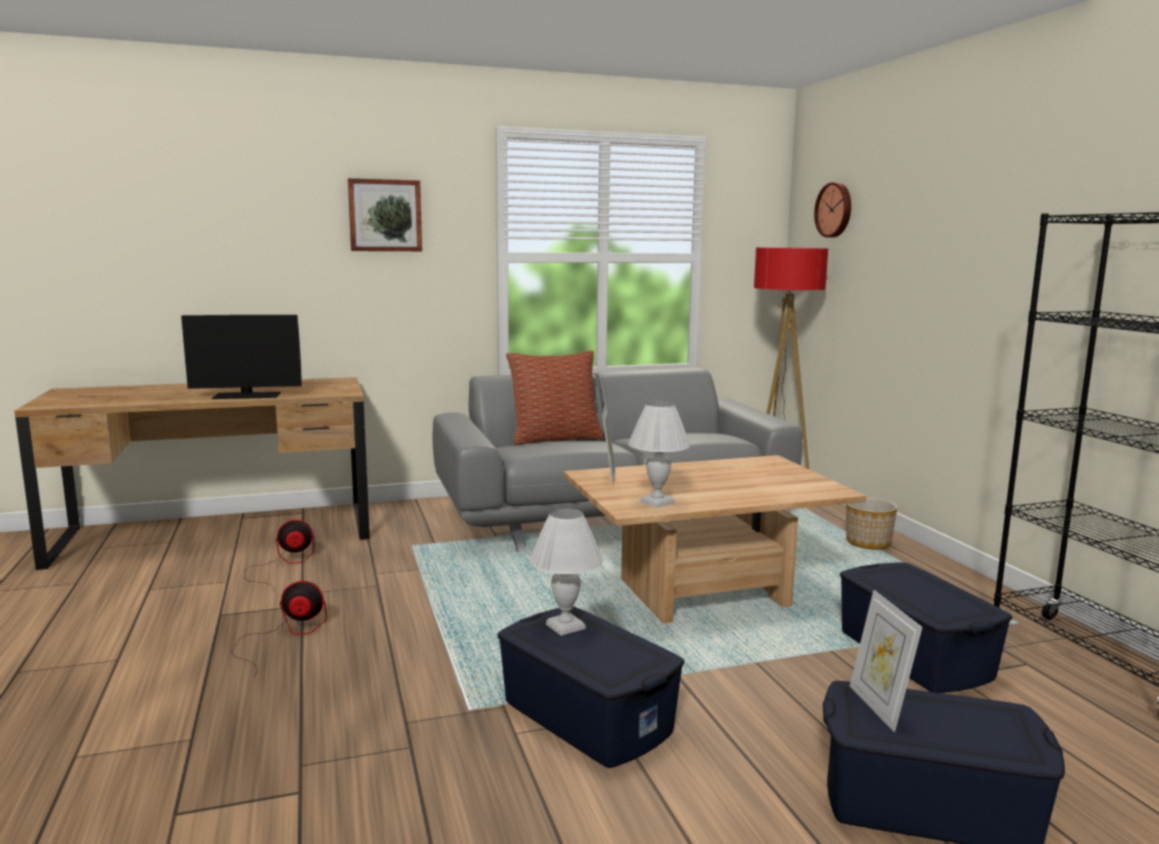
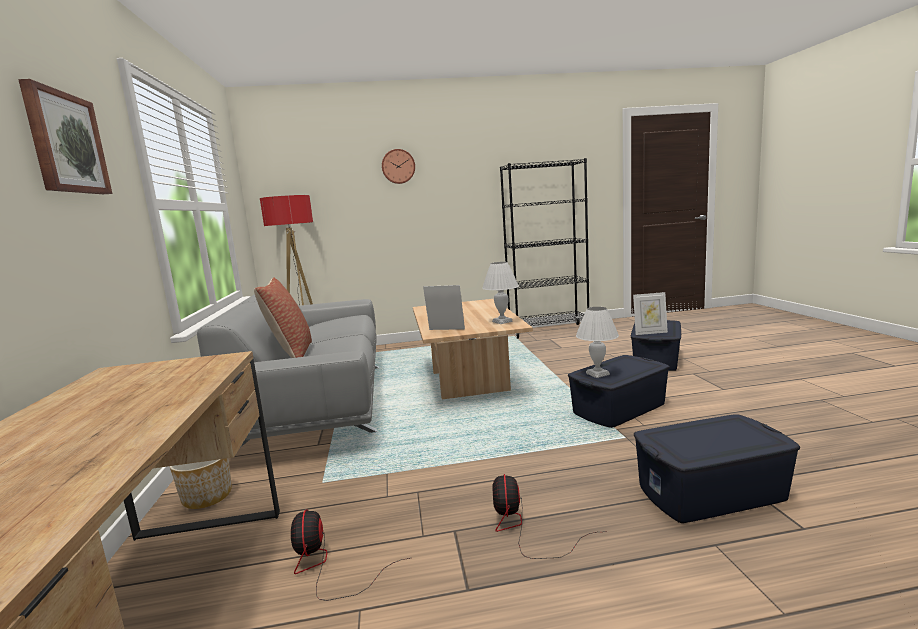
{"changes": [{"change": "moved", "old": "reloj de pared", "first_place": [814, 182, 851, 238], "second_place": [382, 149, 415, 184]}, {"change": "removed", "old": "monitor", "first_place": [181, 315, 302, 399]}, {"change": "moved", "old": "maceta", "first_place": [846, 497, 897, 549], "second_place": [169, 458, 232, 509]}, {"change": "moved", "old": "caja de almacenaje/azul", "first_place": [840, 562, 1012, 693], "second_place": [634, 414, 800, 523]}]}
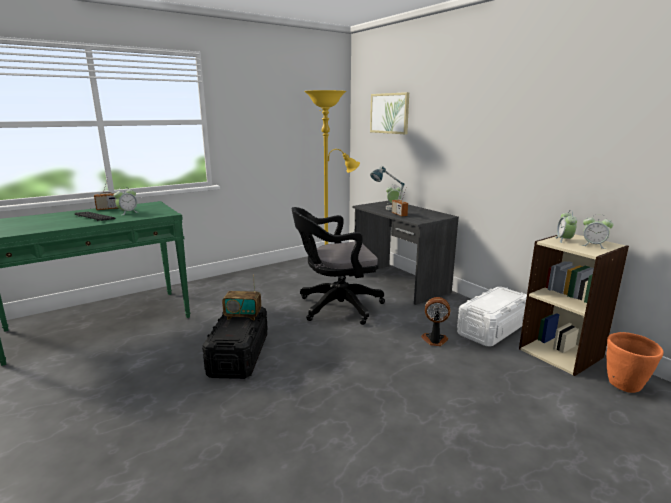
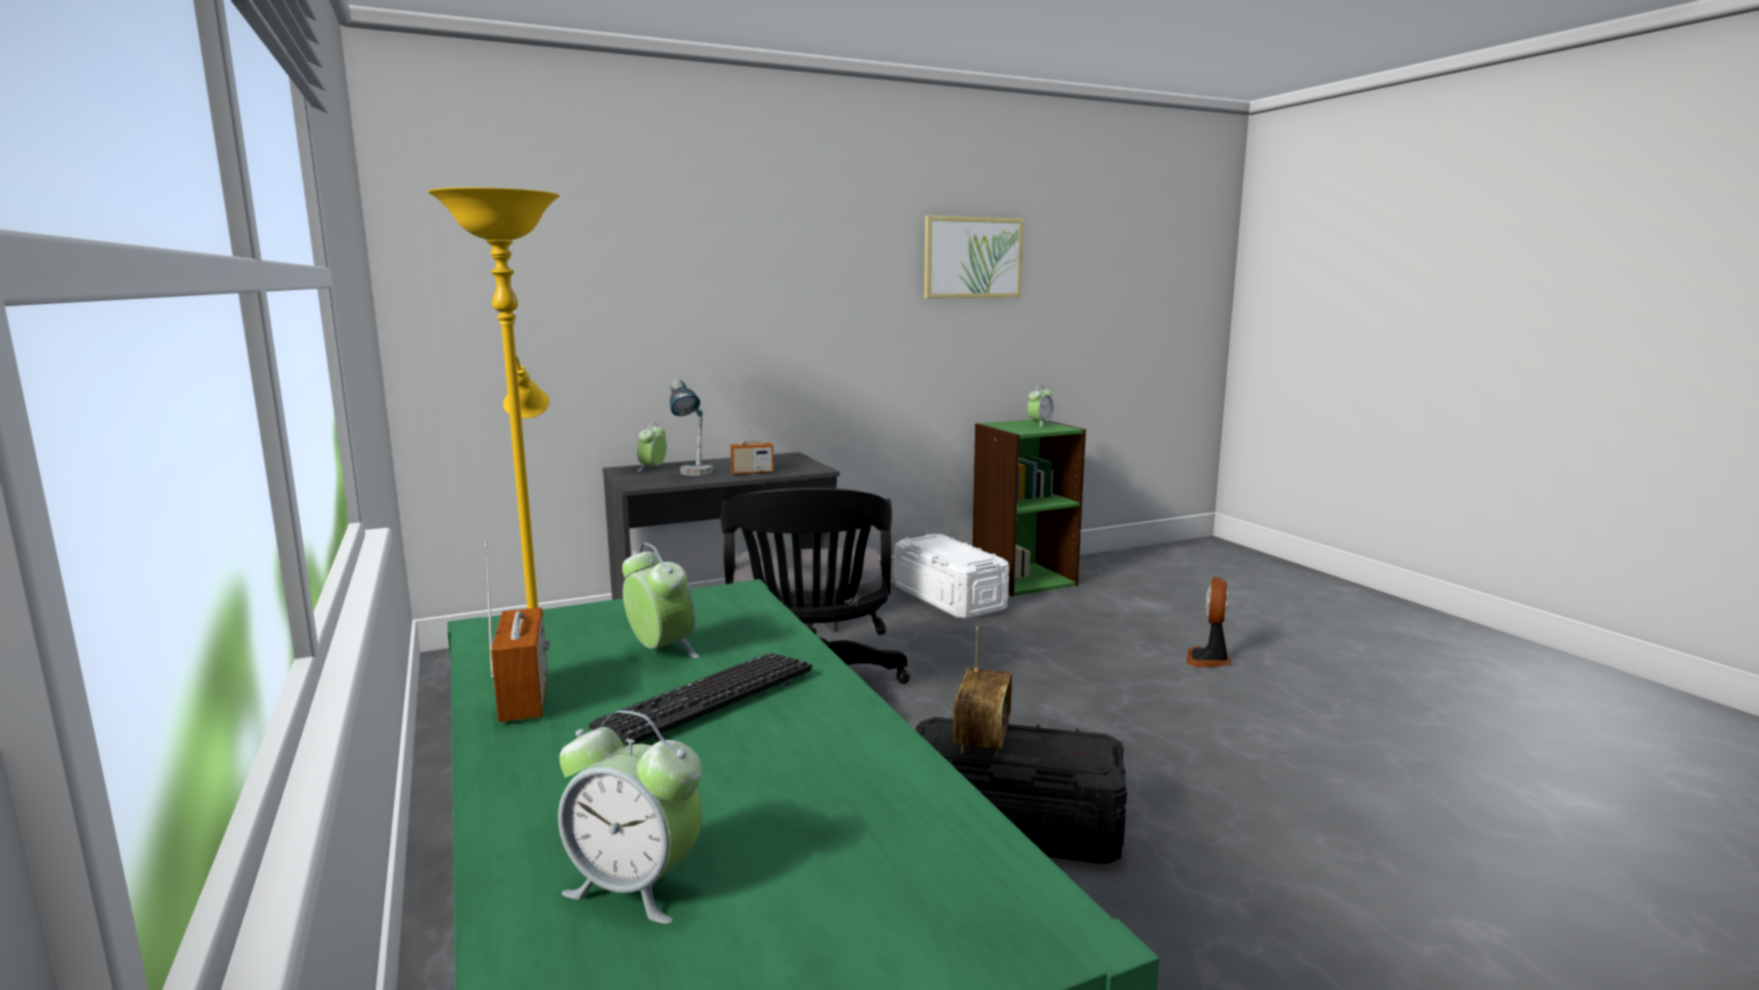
{"changes": [{"change": "moved", "old": "cuadro", "first_place": [370, 92, 409, 134], "second_place": [924, 216, 1023, 298]}, {"change": "moved", "old": "despertador", "first_place": [555, 210, 577, 243], "second_place": [558, 710, 702, 924]}, {"change": "recoloured", "old": "estantería/beis", "new": "estantería/verde", "first_place": [519, 234, 629, 376], "second_place": [972, 420, 1086, 596]}, {"change": "moved", "old": "ventilador", "first_place": [421, 297, 450, 346], "second_place": [1187, 577, 1231, 667]}, {"change": "removed", "old": "maceta/naranja", "first_place": [606, 332, 664, 393]}]}
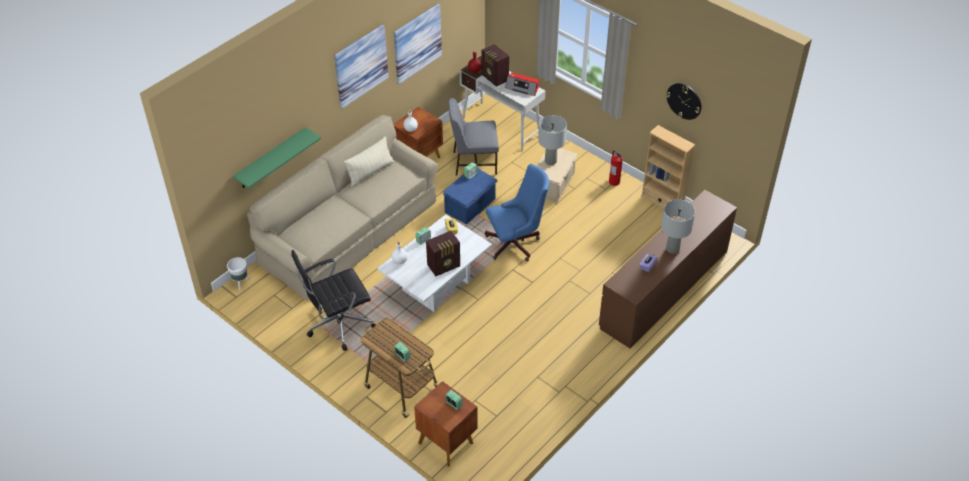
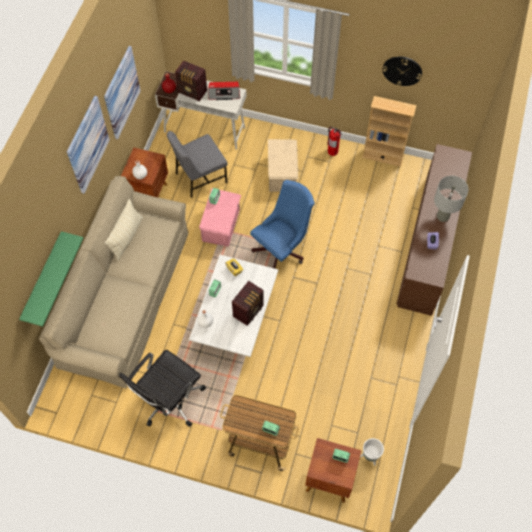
{"changes": [{"change": "removed", "old": "lámpara de mesa/gris", "first_place": [538, 115, 567, 165]}, {"change": "recoloured", "old": "caja de almacenaje/azul", "new": "caja de almacenaje/rosa", "first_place": [443, 169, 498, 224], "second_place": [199, 188, 241, 247]}, {"change": "moved", "old": "maceta/blanco", "first_place": [227, 257, 250, 291], "second_place": [360, 438, 384, 466]}]}
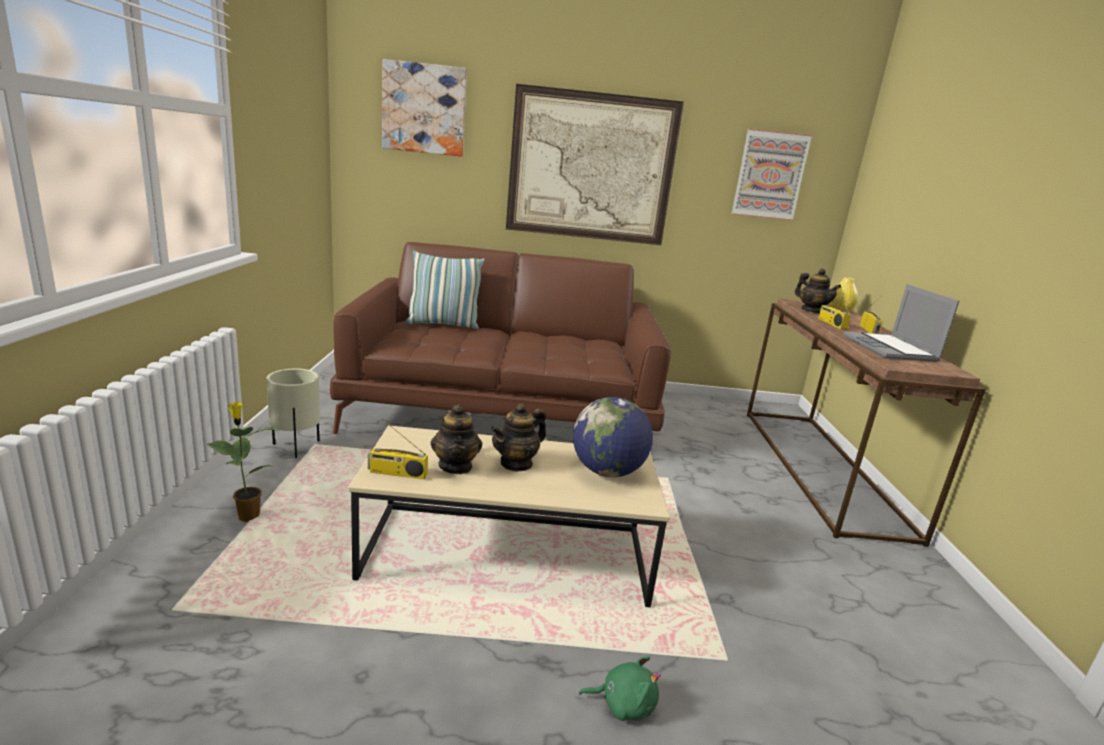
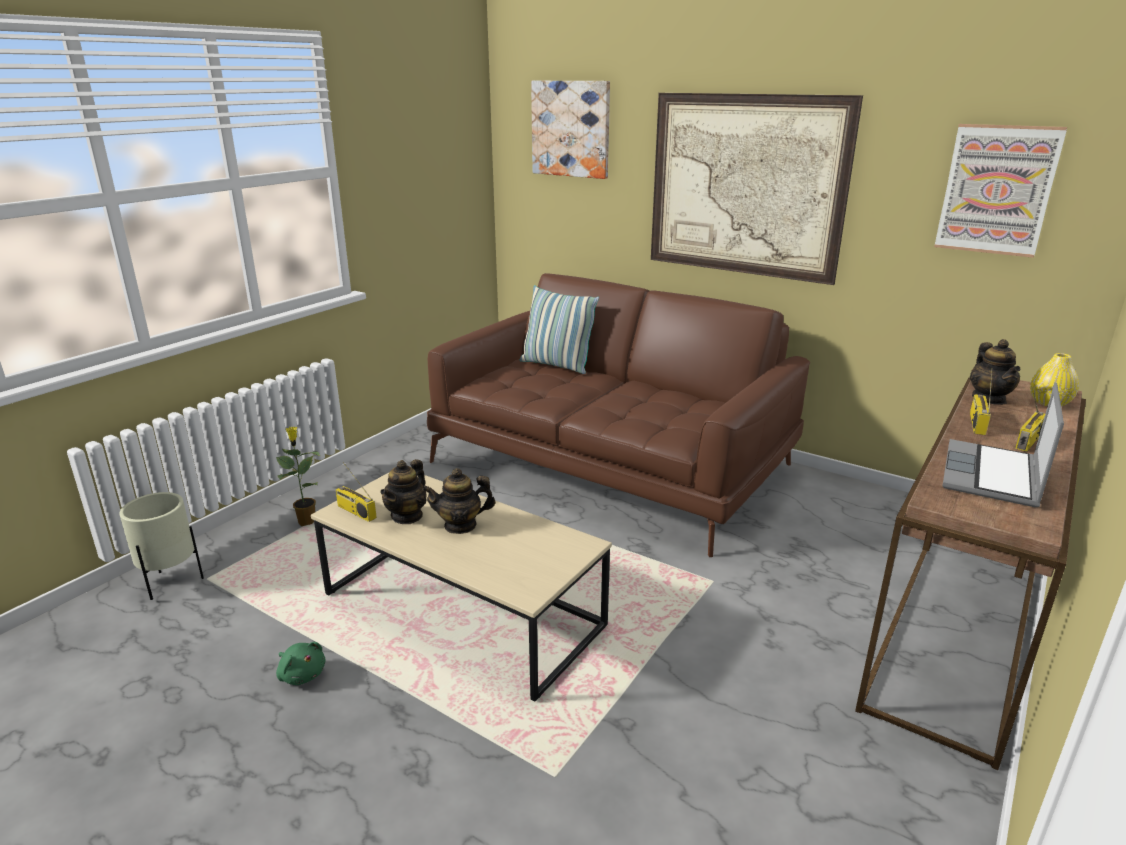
{"changes": [{"change": "moved", "old": "maceta/beis", "first_place": [266, 369, 320, 458], "second_place": [119, 492, 204, 600]}, {"change": "removed", "old": "globo terráqueo", "first_place": [573, 397, 653, 477]}, {"change": "moved", "old": "peluche/verde", "first_place": [579, 656, 661, 721], "second_place": [276, 642, 326, 685]}]}
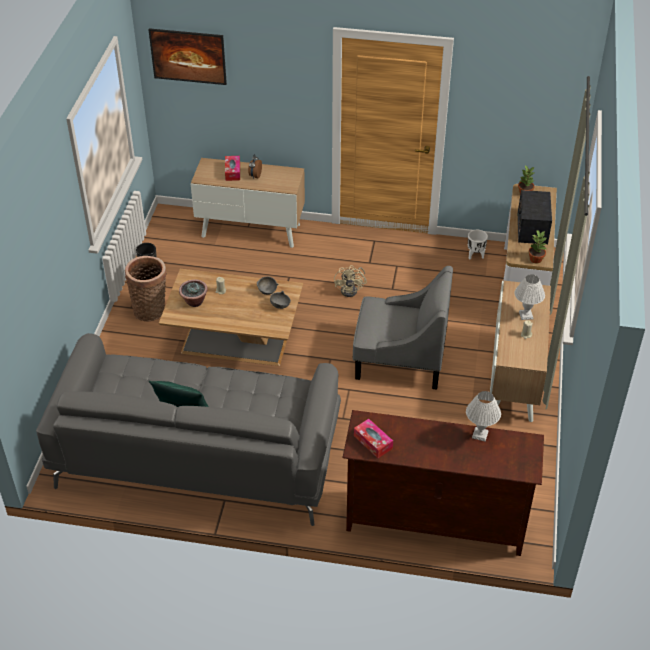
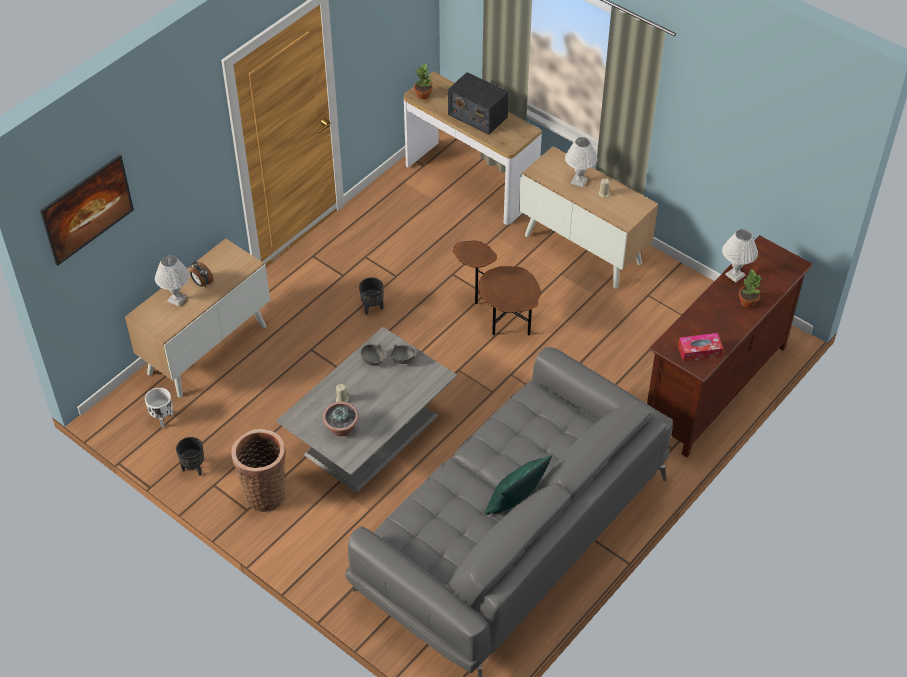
{"changes": [{"change": "replaced", "old": "caja de pañuelos", "new": "lámpara de mesa/blanco", "first_place": [225, 156, 240, 181], "second_place": [155, 255, 190, 306]}, {"change": "moved", "old": "maceta/blanco", "first_place": [468, 230, 488, 259], "second_place": [145, 388, 173, 428]}, {"change": "moved", "old": "planta en maceta", "first_place": [528, 230, 547, 264], "second_place": [739, 269, 762, 308]}, {"change": "replaced", "old": "ventilador/beis", "new": "maceta/negro", "first_place": [334, 265, 367, 297], "second_place": [359, 277, 384, 315]}, {"change": "replaced", "old": "sillón/gris", "new": "mesa auxiliar/marrón", "first_place": [352, 266, 453, 390], "second_place": [453, 241, 541, 335]}, {"change": "recoloured", "old": "mesa de centro/marrón", "new": "mesa de centro/gris", "first_place": [159, 269, 303, 366], "second_place": [276, 327, 457, 492]}]}
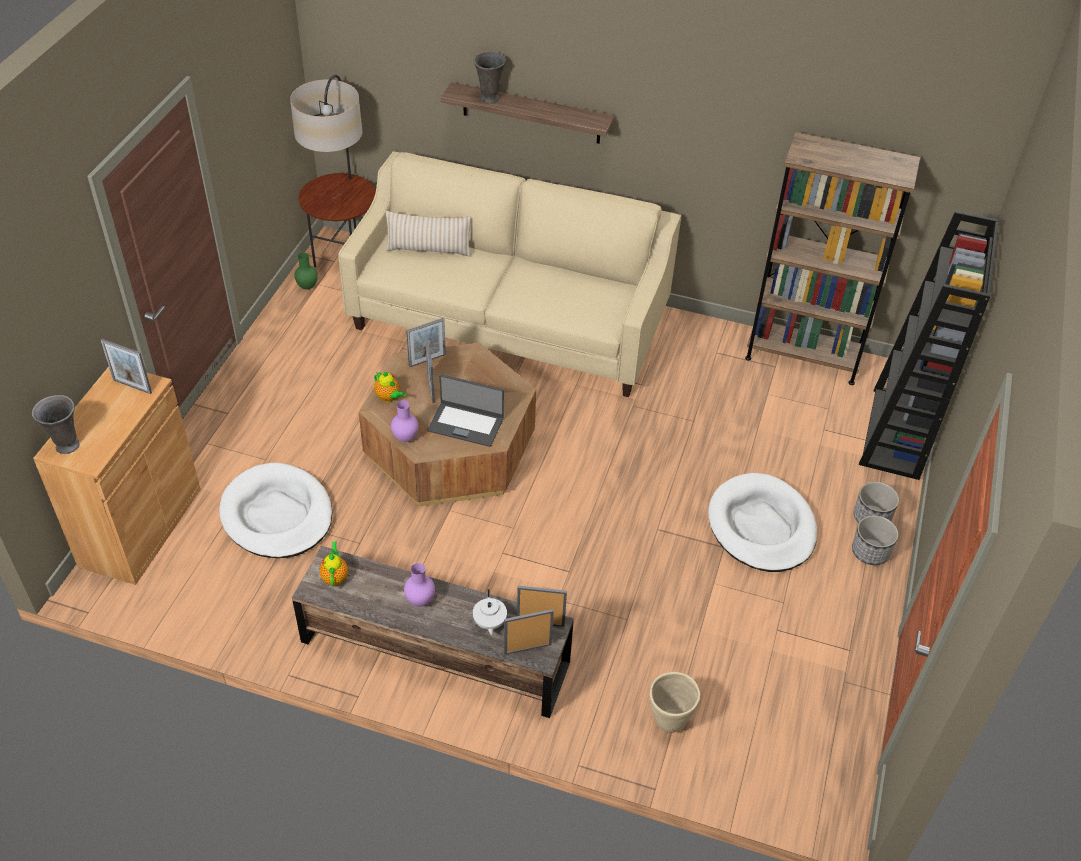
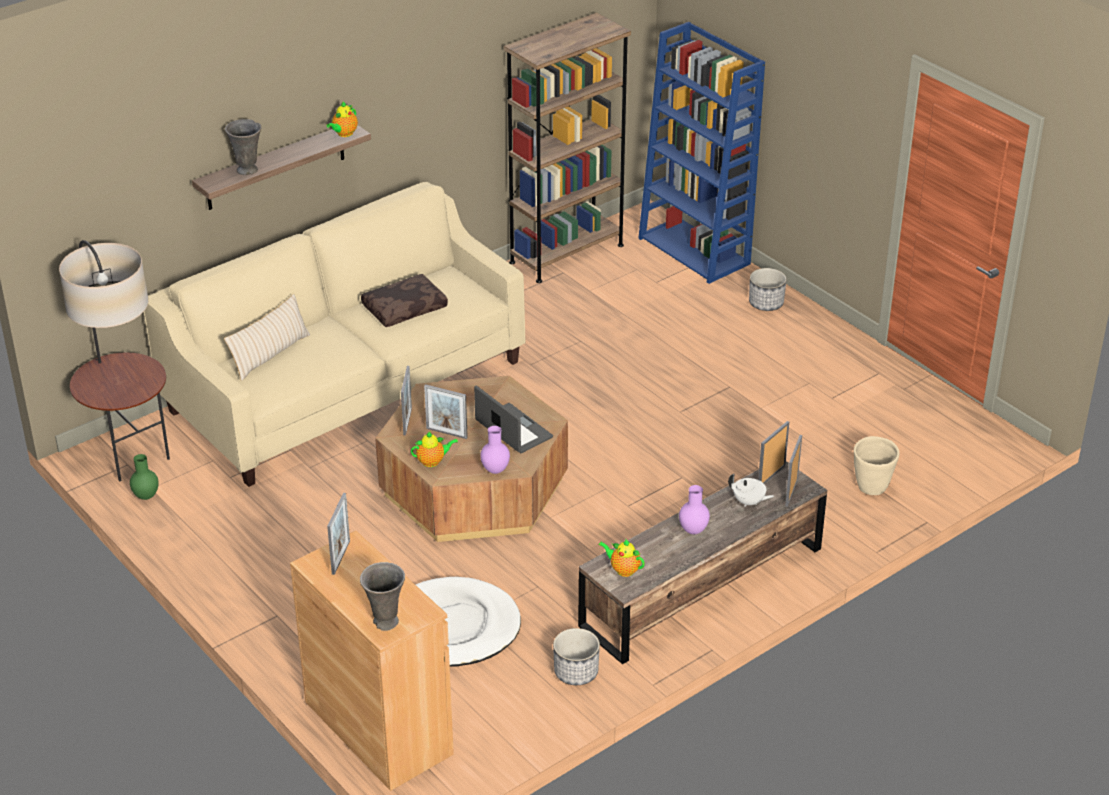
{"changes": [{"change": "recoloured", "old": "estantería/negro", "new": "estantería/azul", "first_place": [859, 211, 999, 480], "second_place": [638, 22, 765, 284]}, {"change": "turned", "old": "portarretratos", "first_place": [101, 339, 152, 394], "second_place": [327, 493, 350, 575], "degrees": -45}, {"change": "turned", "old": "portátil", "first_place": [427, 374, 504, 447], "second_place": [474, 386, 553, 453], "degrees": -90}, {"change": "removed", "old": "cama para perro/blanco", "first_place": [708, 473, 817, 572]}, {"change": "moved", "old": "maceta", "first_place": [852, 515, 899, 565], "second_place": [553, 628, 600, 685]}, {"change": "added", "new": "tetera", "second_place": [326, 101, 358, 137]}, {"change": "added", "new": "cojín/marrón", "second_place": [361, 274, 448, 327]}]}
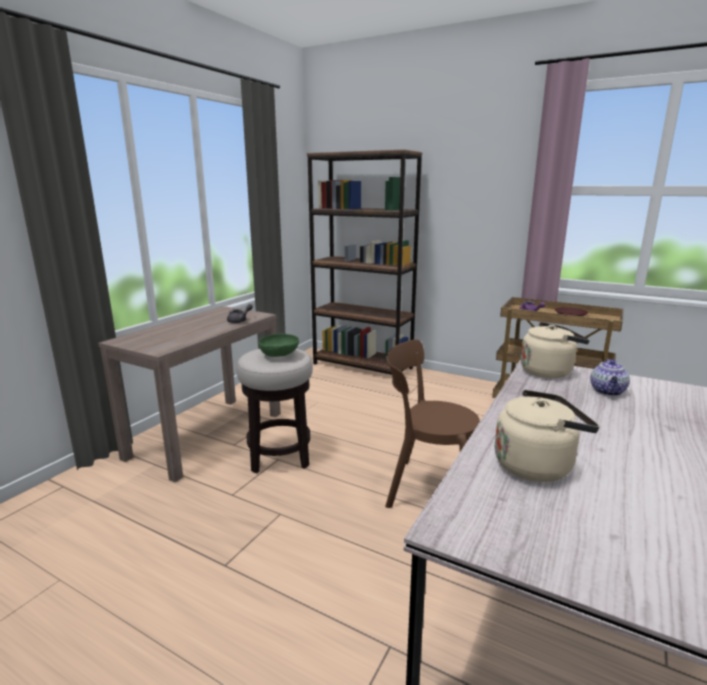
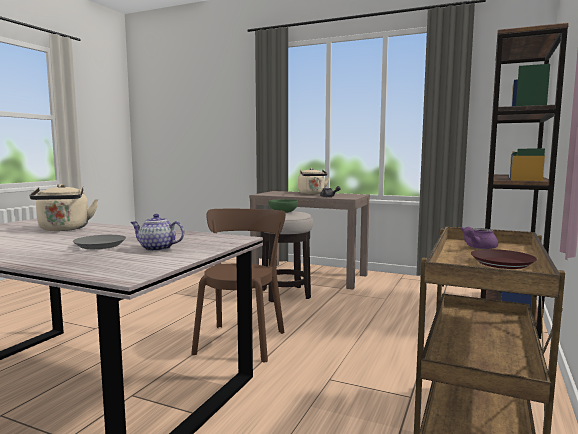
{"changes": [{"change": "moved", "old": "hervidor/beis", "first_place": [520, 322, 590, 378], "second_place": [298, 168, 329, 194]}, {"change": "added", "new": "plato/gris", "second_place": [73, 235, 126, 249]}]}
